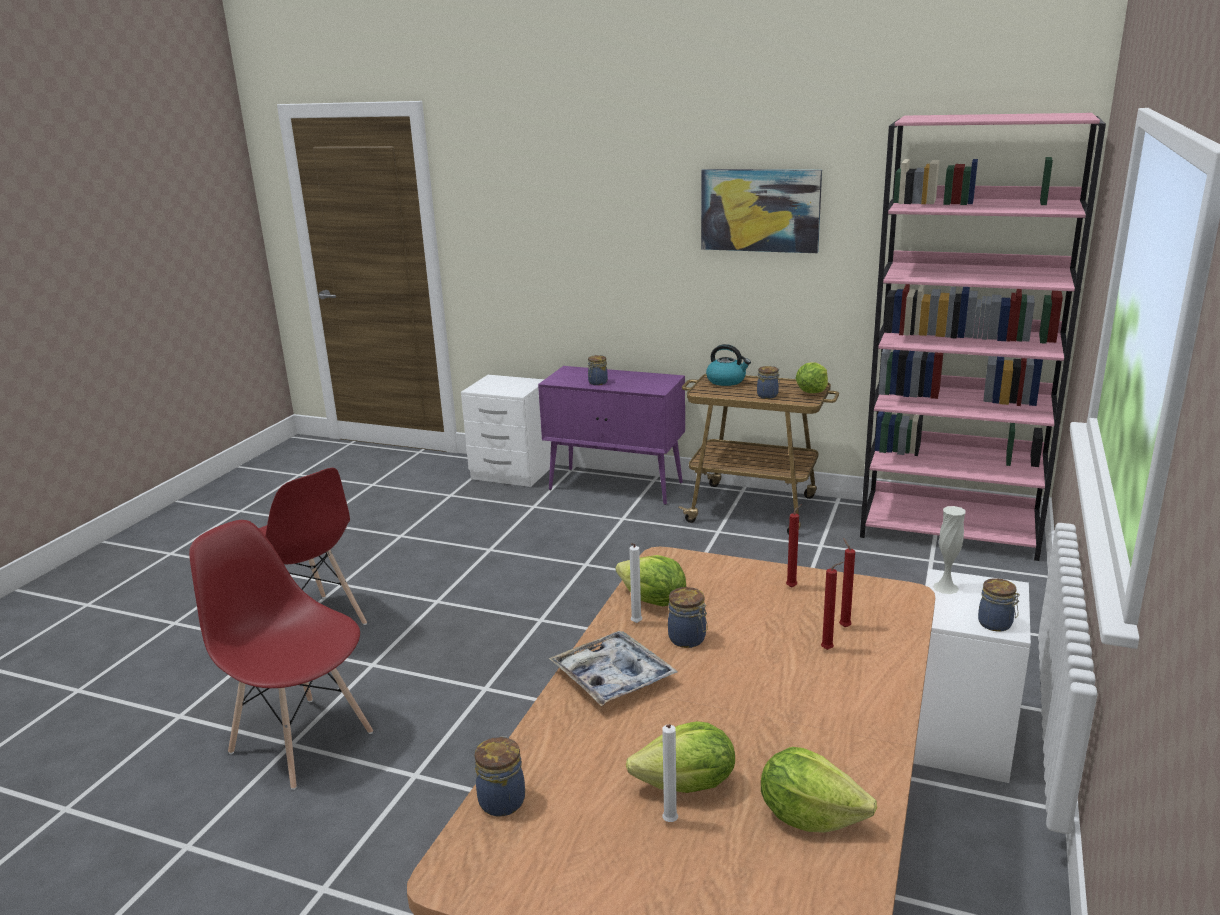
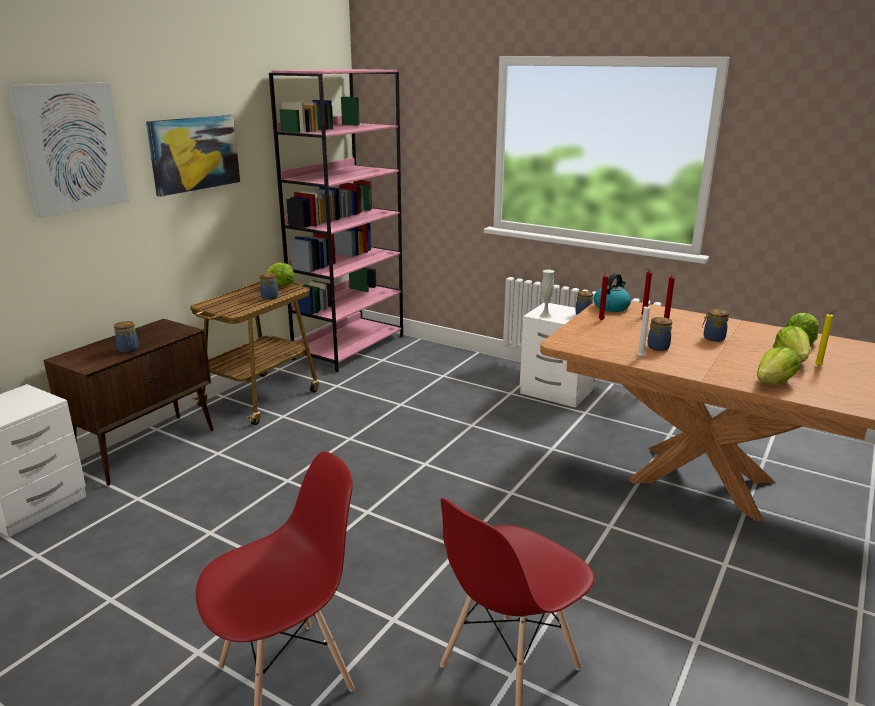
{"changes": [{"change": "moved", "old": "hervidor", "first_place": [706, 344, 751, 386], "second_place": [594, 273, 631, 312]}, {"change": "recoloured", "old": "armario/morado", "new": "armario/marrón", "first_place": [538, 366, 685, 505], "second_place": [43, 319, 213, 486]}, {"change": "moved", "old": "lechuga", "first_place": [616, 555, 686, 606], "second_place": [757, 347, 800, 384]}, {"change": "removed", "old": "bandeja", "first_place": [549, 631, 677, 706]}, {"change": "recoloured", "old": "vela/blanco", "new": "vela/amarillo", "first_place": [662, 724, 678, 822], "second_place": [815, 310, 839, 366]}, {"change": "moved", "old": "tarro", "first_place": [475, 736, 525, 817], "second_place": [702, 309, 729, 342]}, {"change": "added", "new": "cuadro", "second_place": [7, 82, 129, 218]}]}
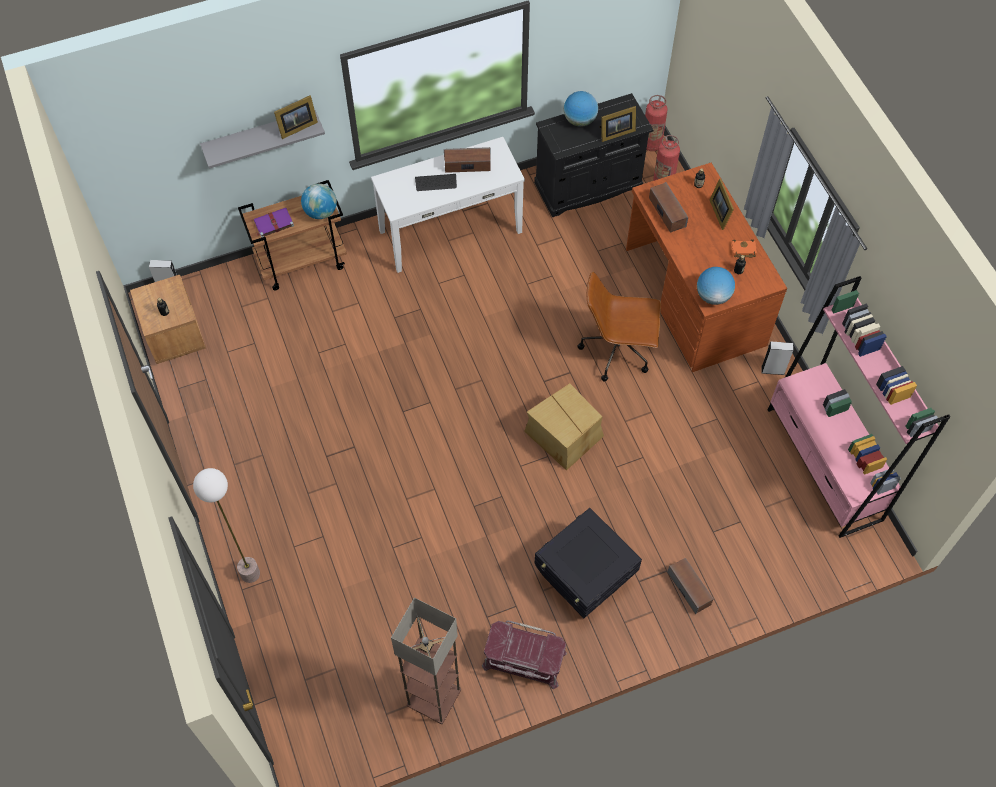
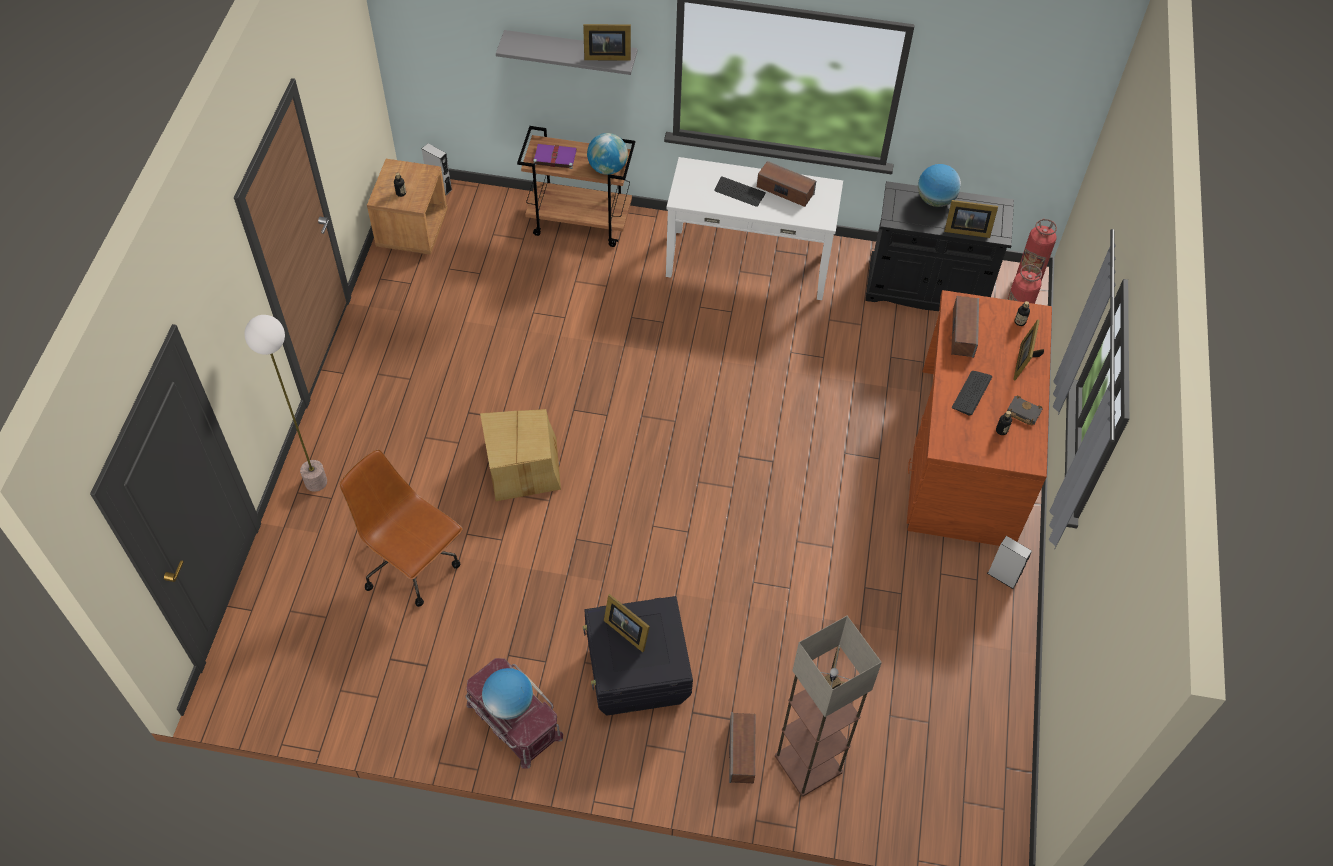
{"changes": [{"change": "recoloured", "old": "libro/naranja", "new": "libro/negro", "first_place": [732, 240, 757, 257], "second_place": [1007, 395, 1043, 426]}, {"change": "moved", "old": "globo terráqueo", "first_place": [697, 267, 735, 305], "second_place": [482, 668, 533, 720]}, {"change": "moved", "old": "silla de oficina/marrón", "first_place": [578, 272, 661, 382], "second_place": [340, 449, 463, 607]}, {"change": "removed", "old": "estantería/rosa", "first_place": [767, 276, 950, 538]}, {"change": "moved", "old": "caja de cartón", "first_place": [524, 383, 604, 471], "second_place": [480, 409, 561, 501]}, {"change": "moved", "old": "lámpara de pie", "first_place": [391, 597, 461, 724], "second_place": [775, 616, 882, 797]}, {"change": "added", "new": "teclado", "second_place": [952, 371, 992, 415]}, {"change": "added", "new": "portarretratos", "second_place": [604, 594, 650, 652]}]}
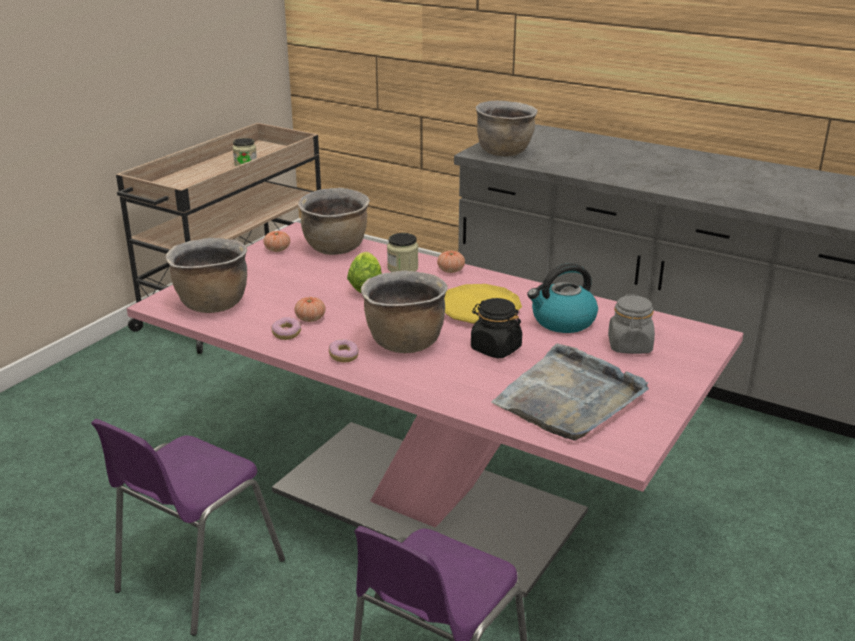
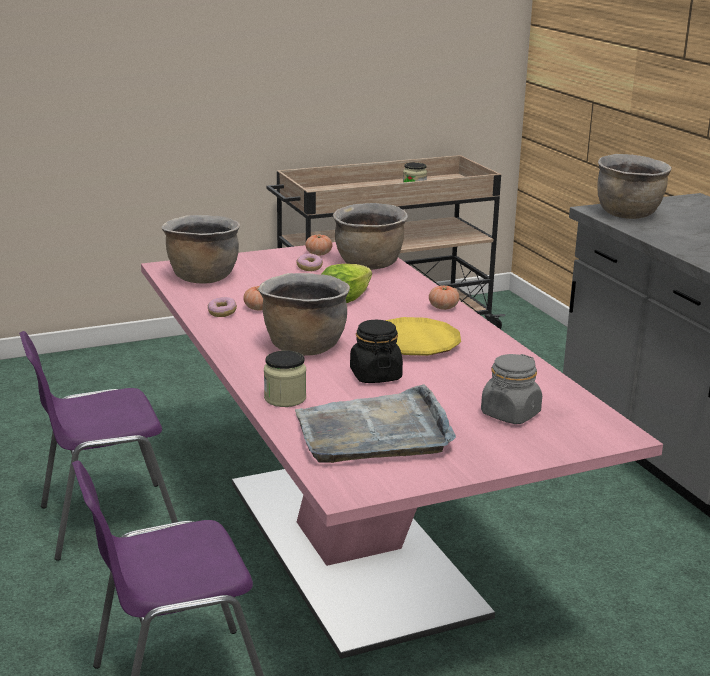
{"changes": [{"change": "moved", "old": "tarro", "first_place": [387, 233, 418, 272], "second_place": [264, 350, 306, 407]}, {"change": "removed", "old": "hervidor", "first_place": [527, 263, 598, 333]}, {"change": "moved", "old": "rosquilla", "first_place": [329, 339, 359, 362], "second_place": [296, 253, 323, 271]}]}
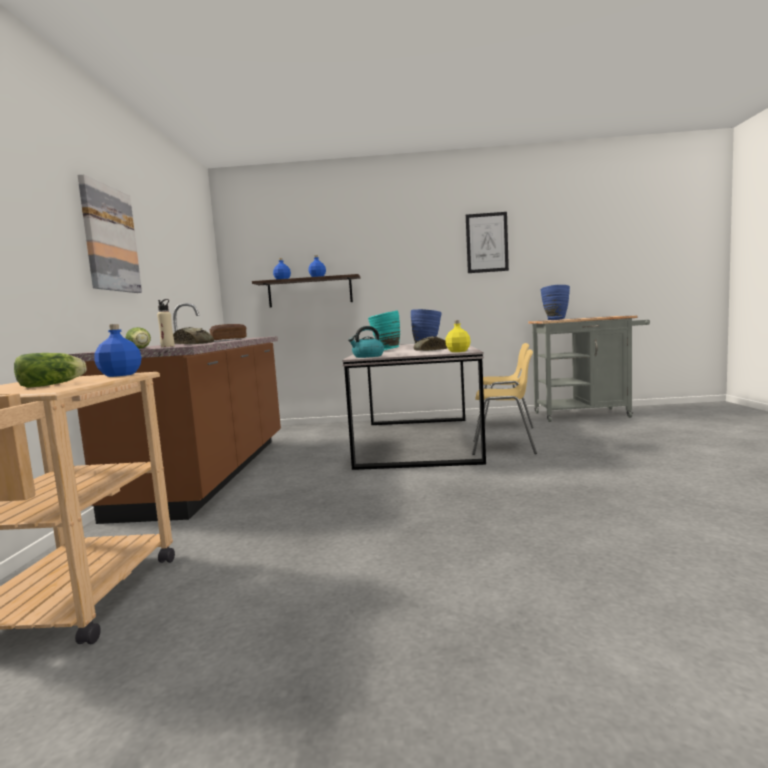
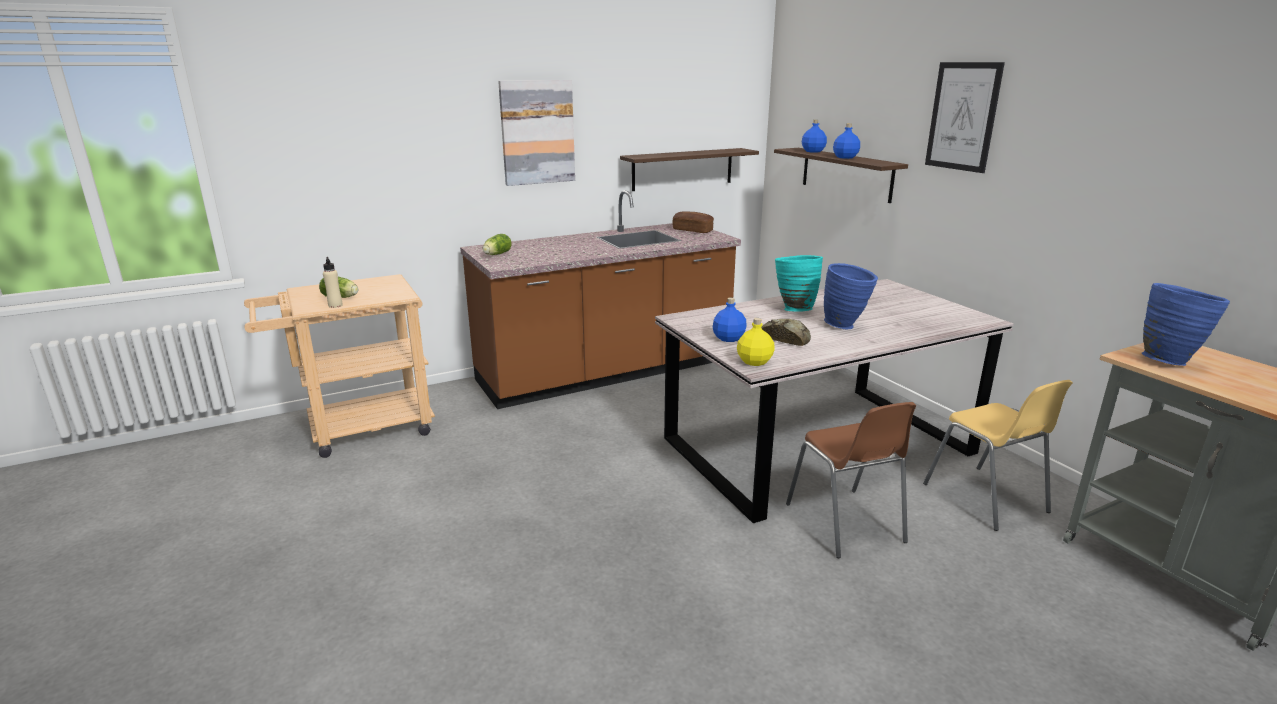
{"changes": [{"change": "moved", "old": "cuadro", "first_place": [466, 212, 509, 273], "second_place": [925, 62, 1005, 173]}, {"change": "moved", "old": "botella/beis", "first_place": [157, 299, 175, 347], "second_place": [323, 257, 343, 308]}, {"change": "moved", "old": "botella/azul", "first_place": [95, 324, 142, 377], "second_place": [713, 298, 747, 342]}, {"change": "removed", "old": "hervidor", "first_place": [348, 326, 384, 358]}, {"change": "removed", "old": "pan", "first_place": [173, 327, 214, 344]}, {"change": "recoloured", "old": "silla/amarillo", "new": "silla/marrón", "first_place": [472, 349, 537, 455], "second_place": [786, 402, 916, 558]}, {"change": "added", "new": "estante", "second_place": [620, 148, 759, 191]}]}
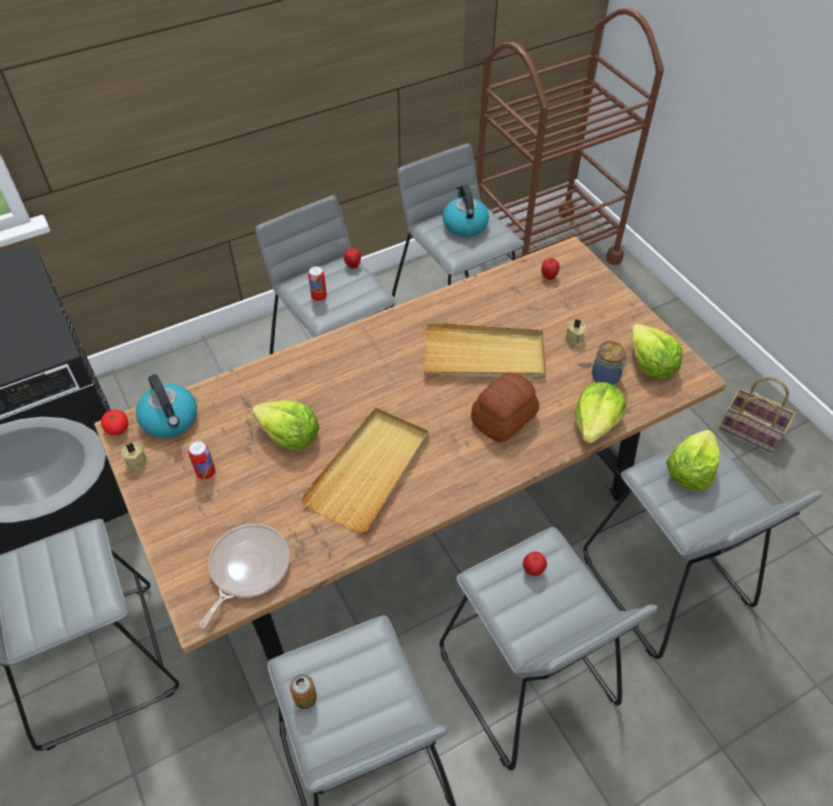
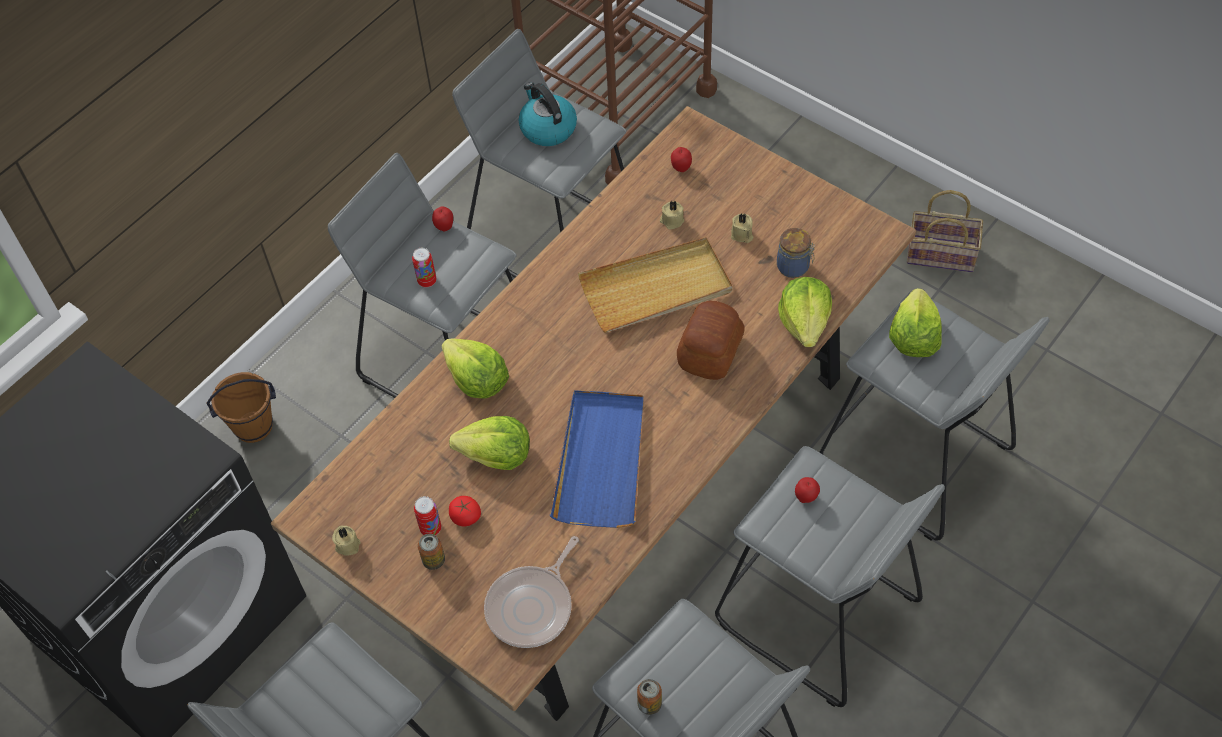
{"changes": [{"change": "moved", "old": "lechuga", "first_place": [631, 324, 682, 379], "second_place": [442, 338, 509, 399]}, {"change": "removed", "old": "hervidor", "first_place": [136, 374, 197, 438]}, {"change": "recoloured", "old": "bandeja/beis", "new": "bandeja/azul", "first_place": [300, 407, 429, 533], "second_place": [550, 390, 644, 528]}, {"change": "moved", "old": "tomate", "first_place": [101, 409, 128, 435], "second_place": [449, 496, 481, 527]}, {"change": "turned", "old": "sartén", "first_place": [199, 524, 290, 628], "second_place": [484, 536, 579, 648], "degrees": -150}, {"change": "added", "new": "vela/beis", "second_place": [660, 200, 684, 229]}, {"change": "added", "new": "cubo/marrón", "second_place": [206, 372, 276, 443]}, {"change": "added", "new": "lata", "second_place": [418, 534, 445, 570]}]}
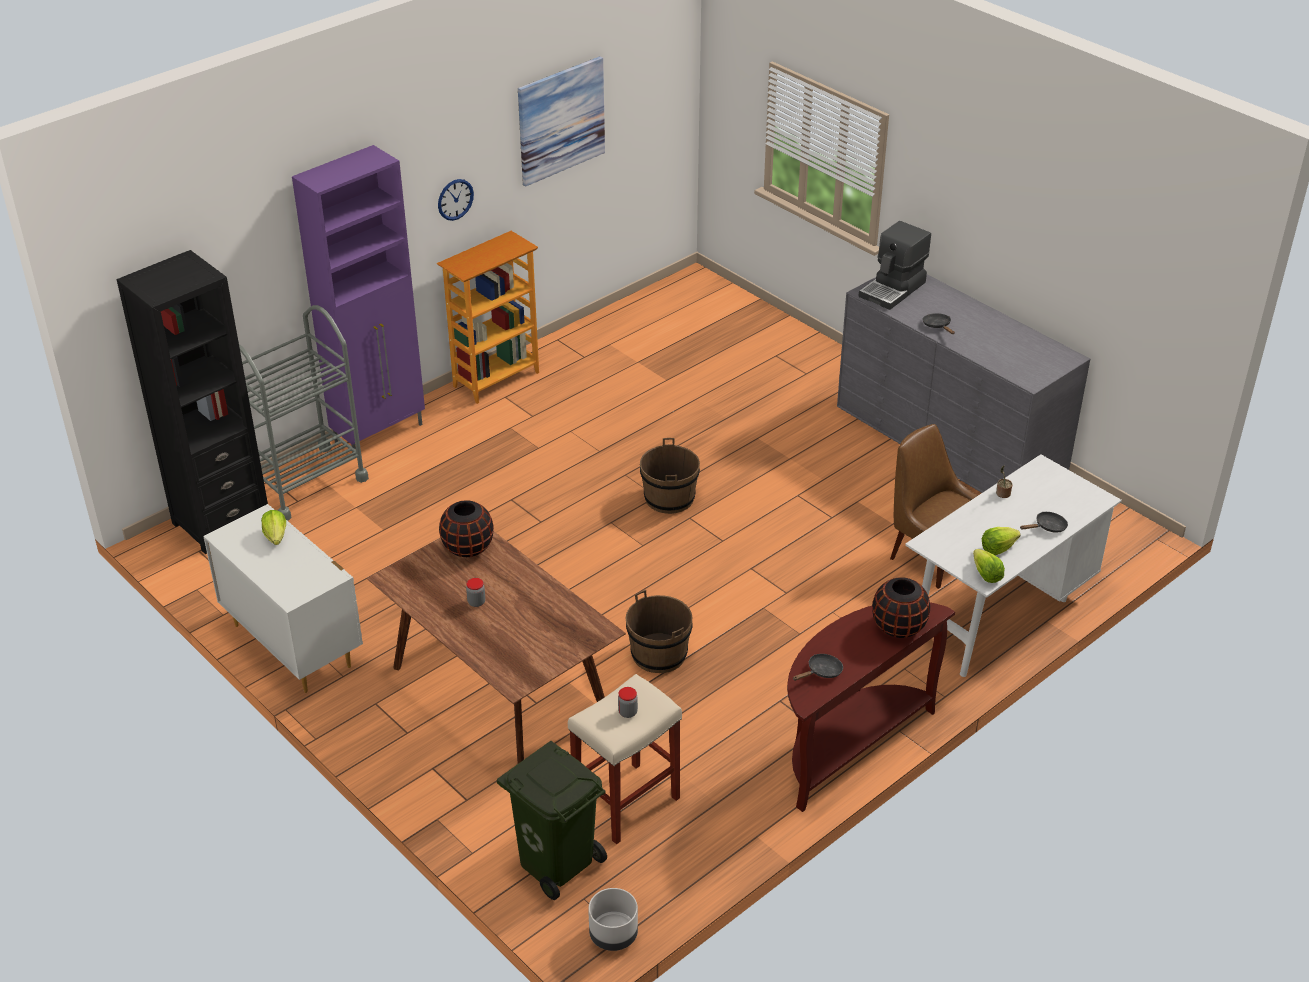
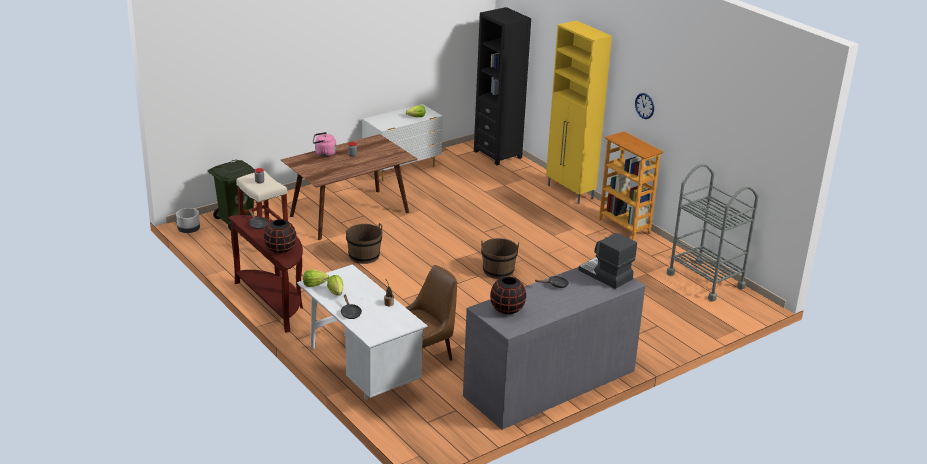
{"changes": [{"change": "removed", "old": "cuadro", "first_place": [518, 56, 605, 186]}, {"change": "recoloured", "old": "armario/morado", "new": "armario/amarillo", "first_place": [292, 145, 425, 453], "second_place": [546, 20, 612, 204]}, {"change": "moved", "old": "carrito/gris", "first_place": [239, 305, 369, 521], "second_place": [666, 164, 759, 302]}, {"change": "moved", "old": "florero/negro", "first_place": [439, 500, 494, 557], "second_place": [490, 277, 526, 314]}, {"change": "added", "new": "hervidor/rosa", "second_place": [313, 132, 336, 157]}]}
